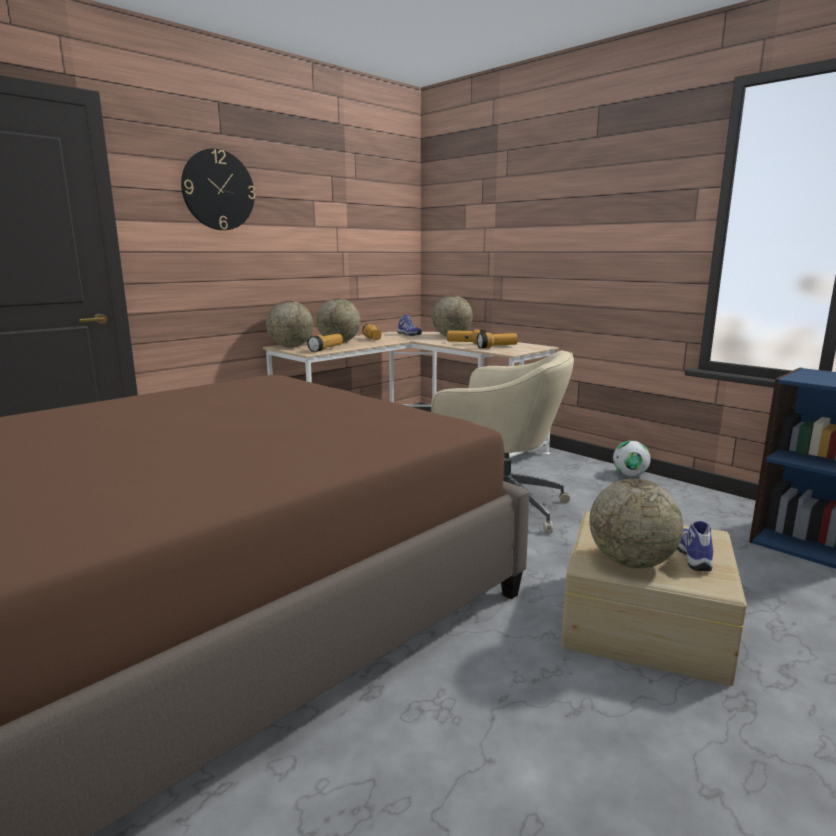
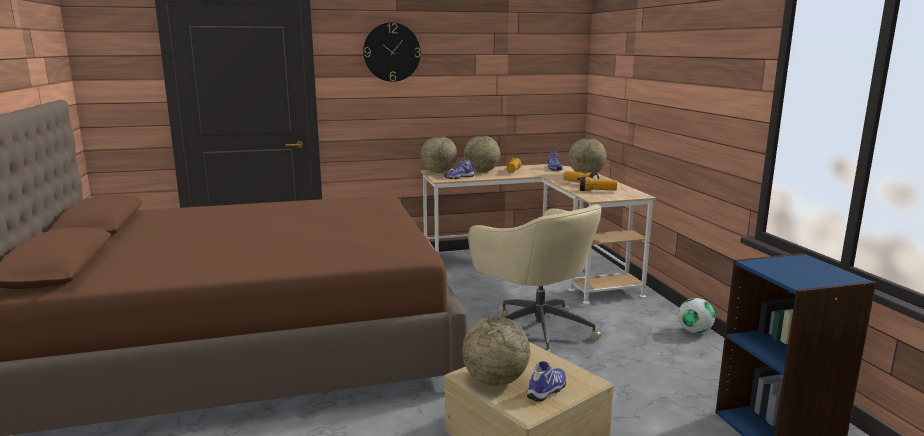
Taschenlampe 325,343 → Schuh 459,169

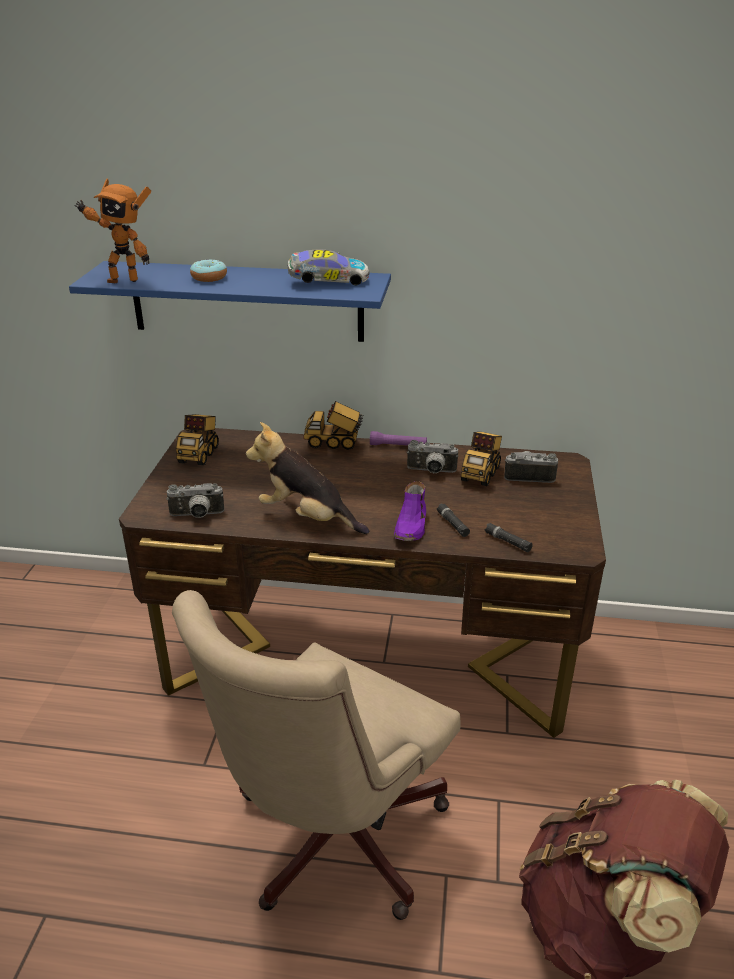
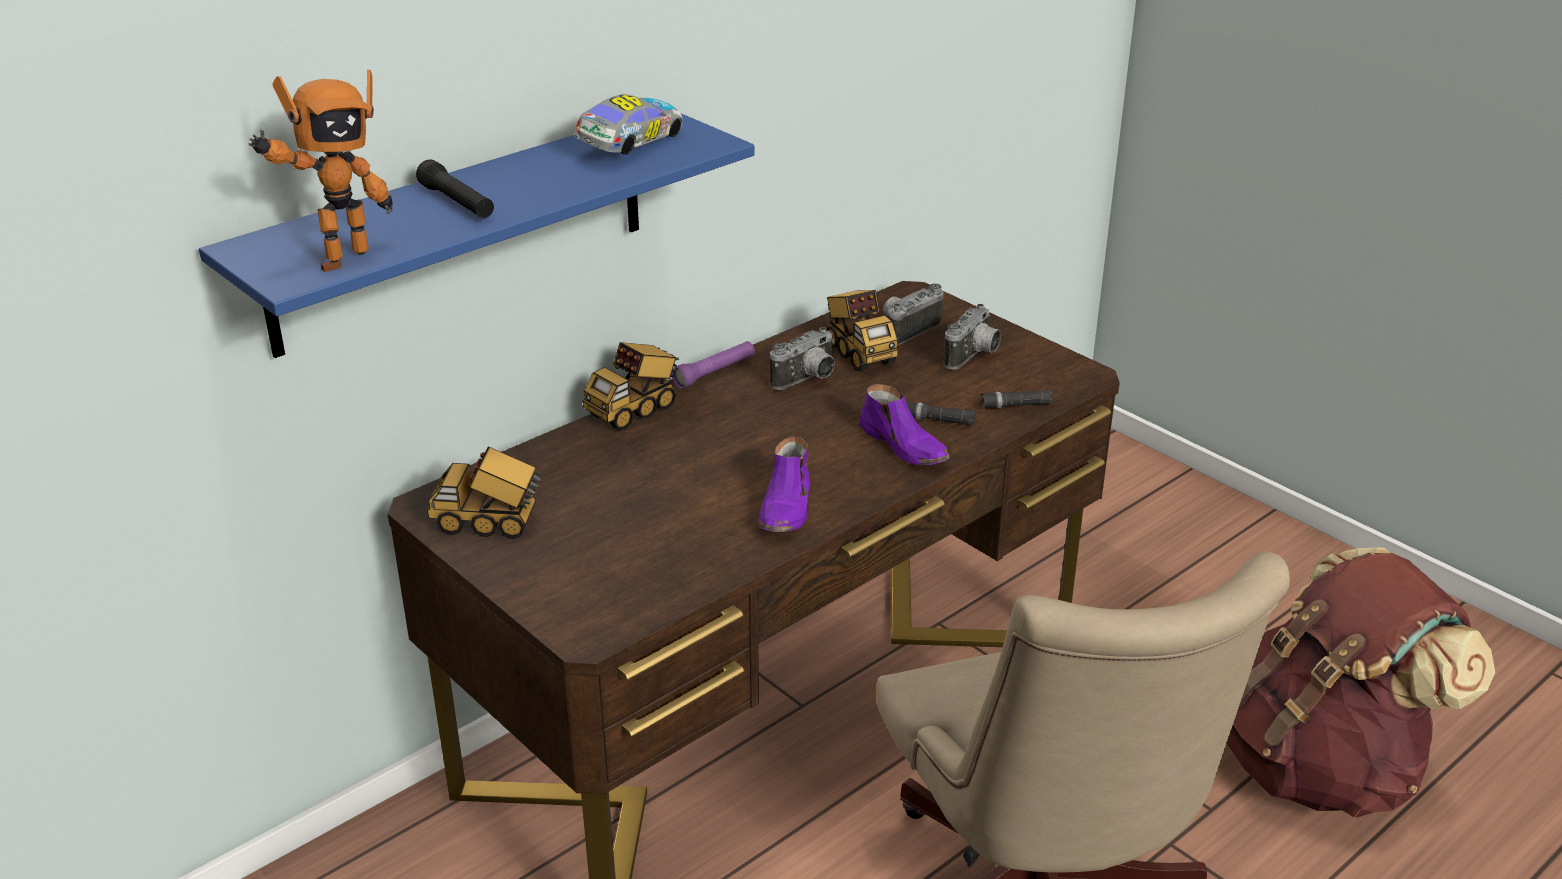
Donut 208,270 → Taschenlampe (schwarz) 455,188
Spielzeuglaster 197,439 → Spielzeuglaster 485,492, 135 degrees clockwise
Plüschtier 307,478 → Schuh (lila) 784,484
Kamera 195,500 → Kamera 972,336, move

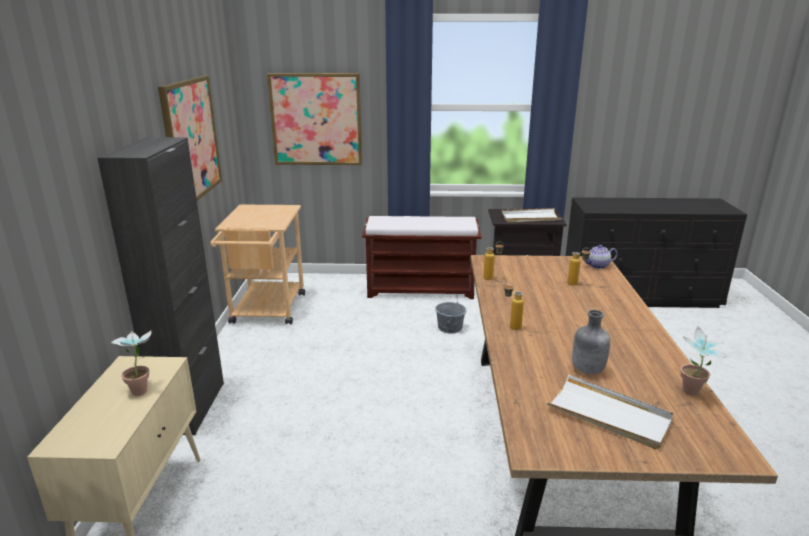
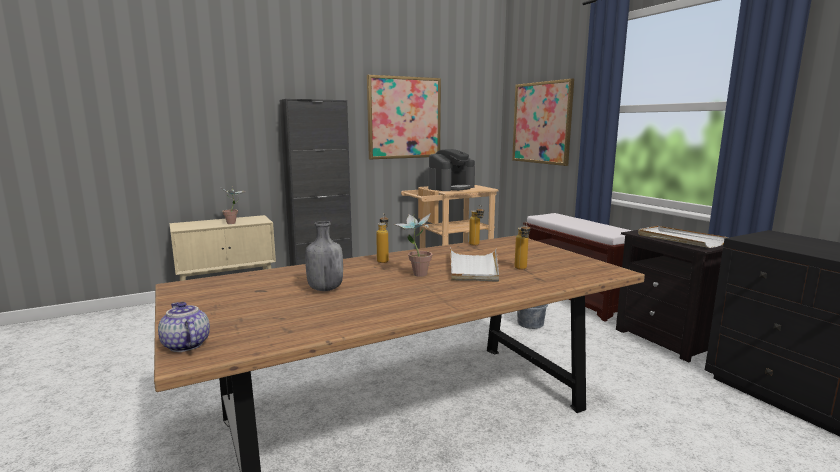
Teekanne 599,257 → Teekanne 184,327, move
Topfpflanze 704,361 → Topfpflanze 413,245, move
- → Kaffeemaschine 451,170
Tablett (weiß) 610,411 → Tablett (weiß) 474,265, move

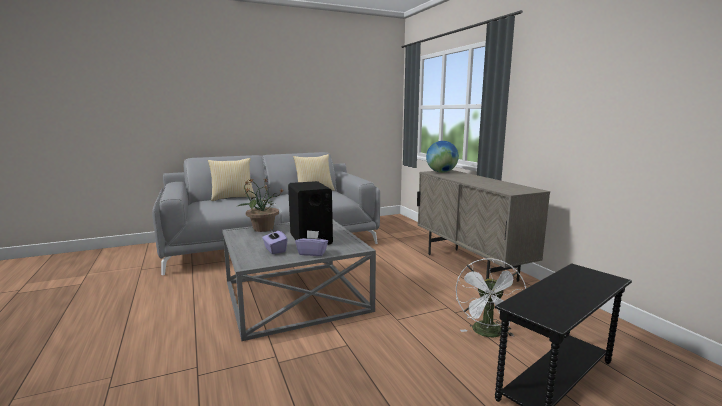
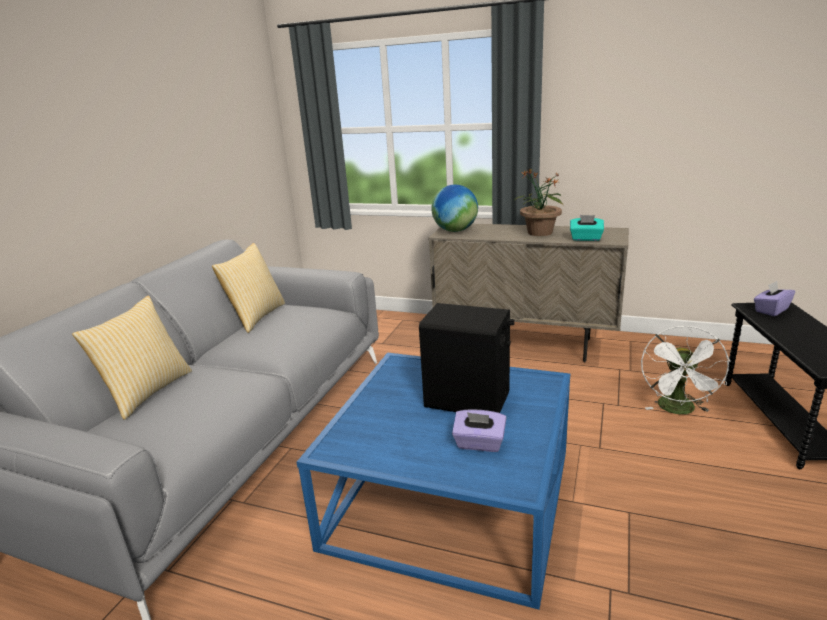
Couchtisch (grau) 299,280 → Couchtisch (blau) 433,481
Topfpflanze 260,205 → Topfpflanze 539,202, move
- → Taschentuchbox (türkis) 587,228
Ventilator (weiß) 491,297 → Ventilator (weiß) 685,370, 45 degrees clockwise
Taschentuchbox (lila) 311,243 → Taschentuchbox (lila) 774,298, move

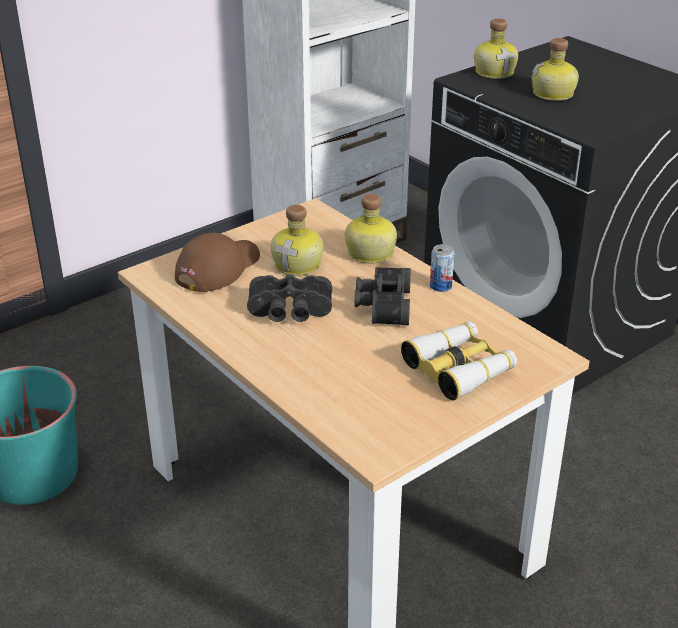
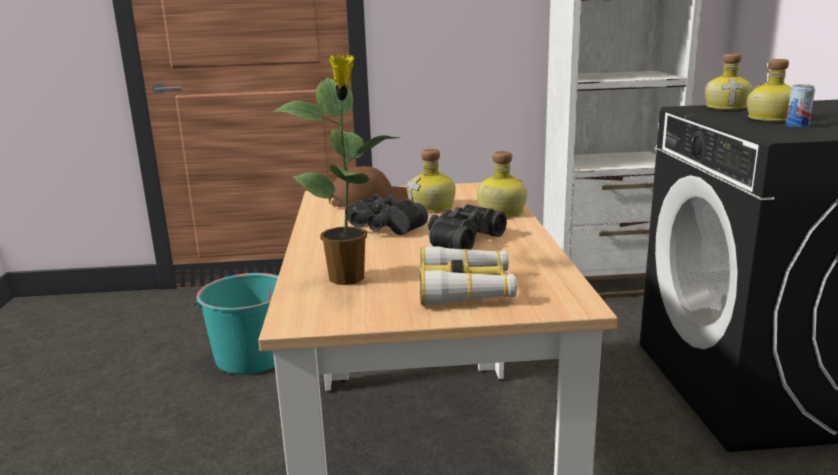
- → Topfpflanze 337,169
Dose 442,268 → Dose 800,106, move

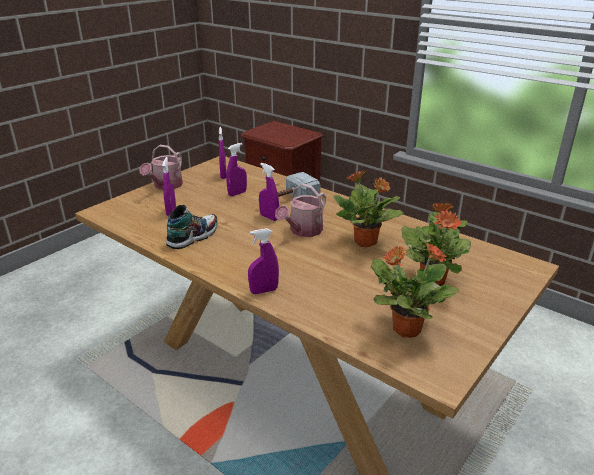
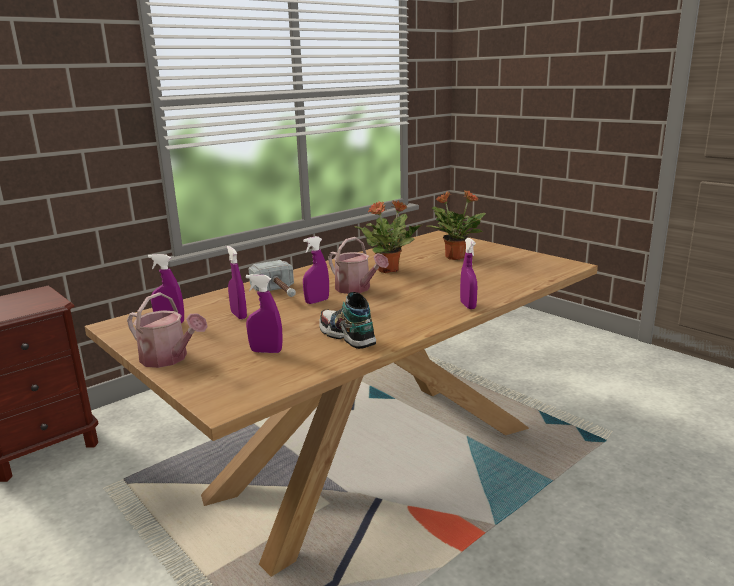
Topfpflanze 415,290 → -

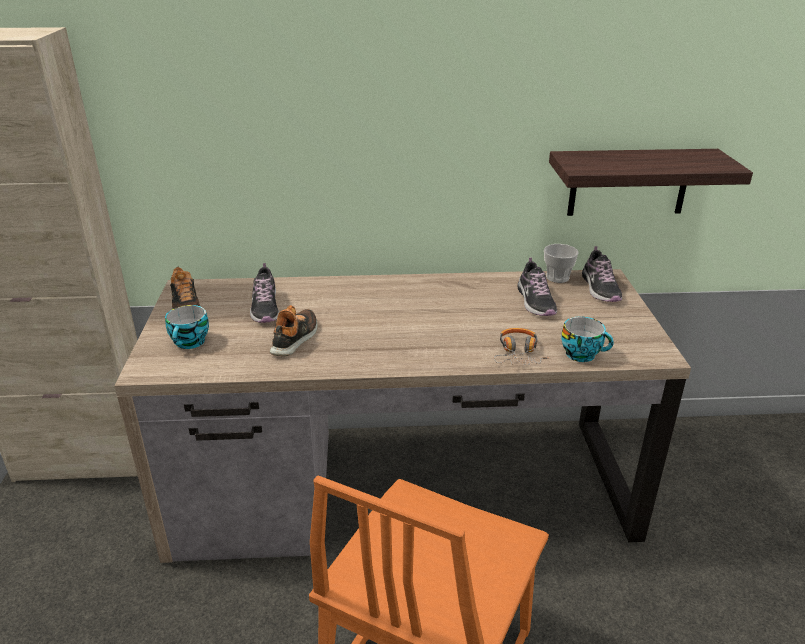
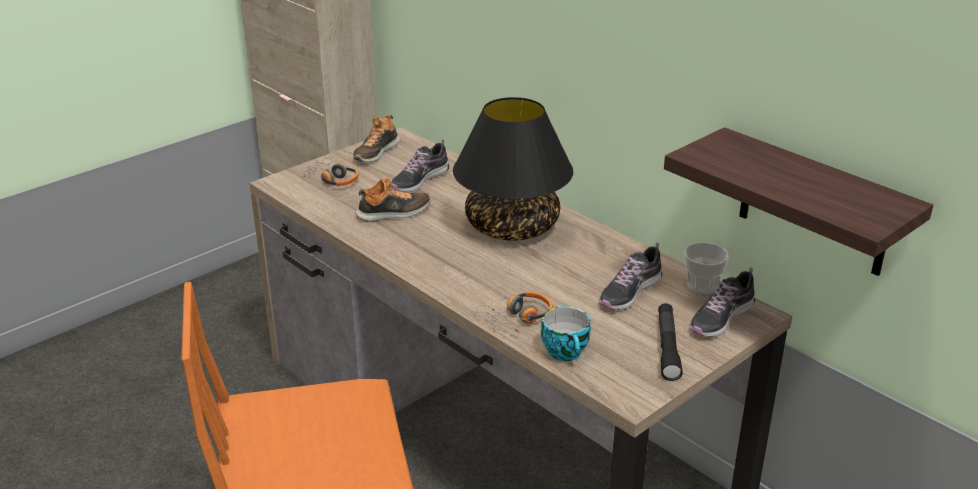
Tasse 187,327 → Kopfhörer 330,172
- → Tischlampe (schwarz) 513,169
- → Taschenlampe (schwarz) 670,342

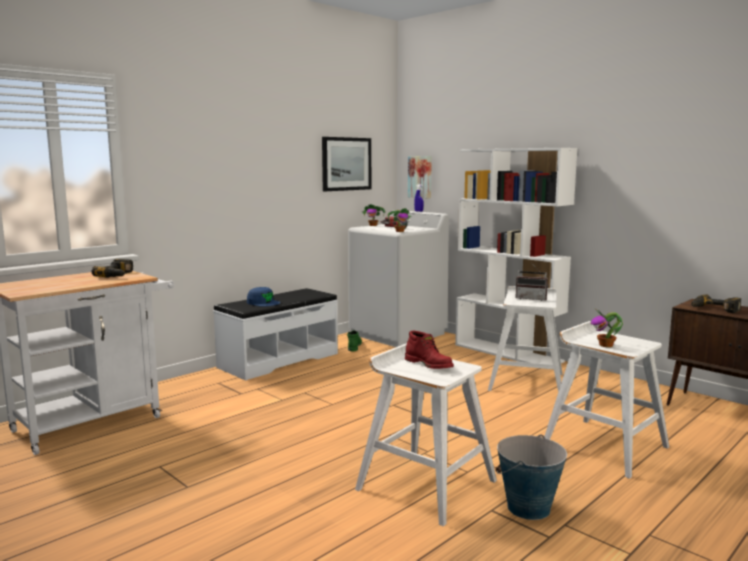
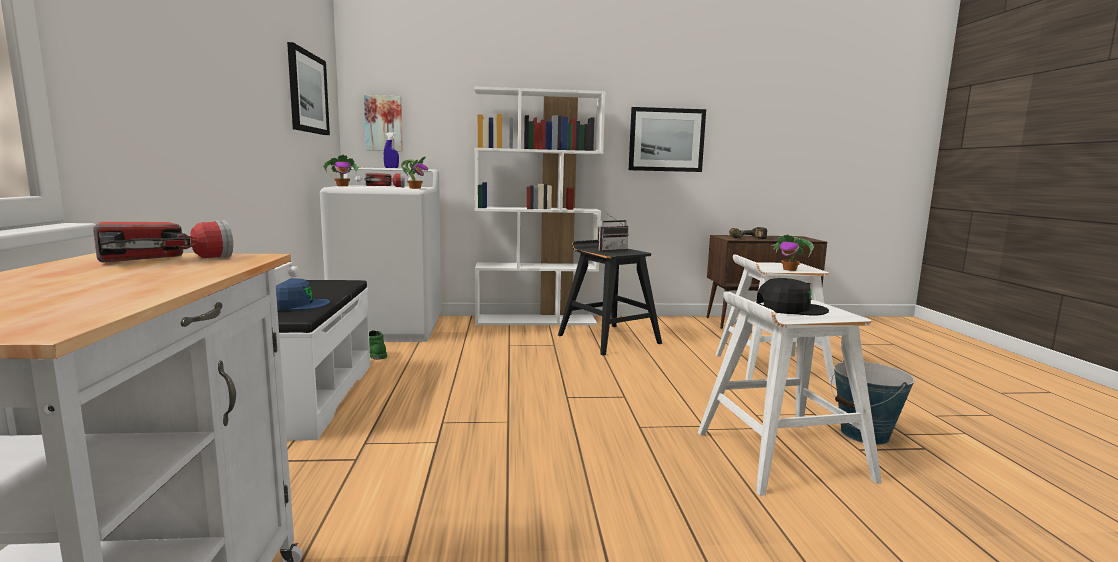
Bohrmaschine 112,268 → Taschenlampe 163,241
Hocker (weiß) 525,339 → Hocker (schwarz) 610,298
- → Bild 667,139
Stiefel (rot) 429,350 → Kappe (schwarz) 792,297

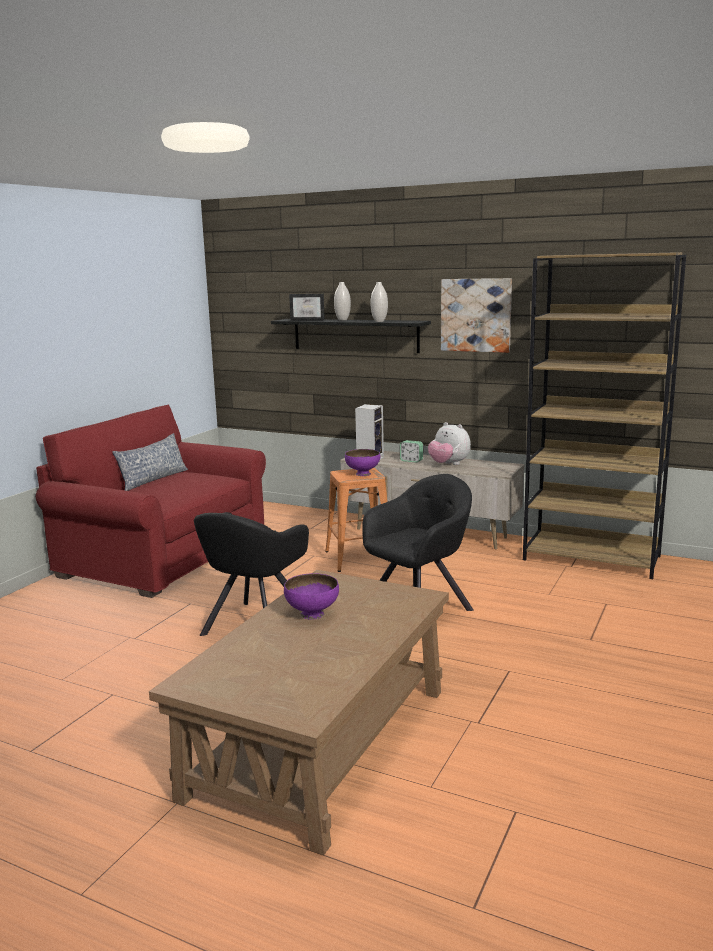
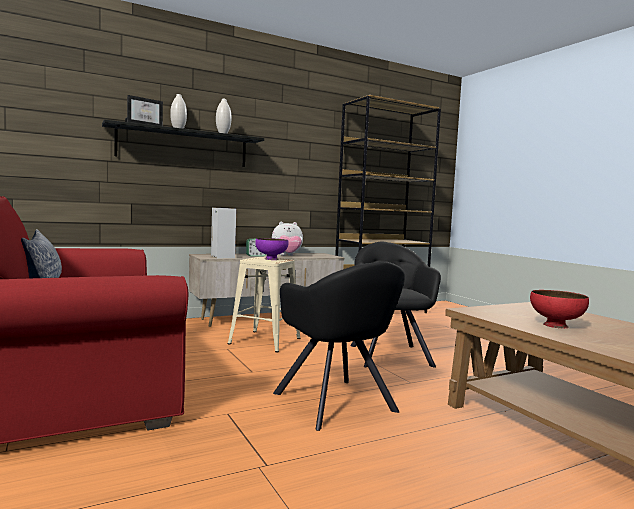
Hocker (orange) 356,520 → Hocker (beige) 264,304
Schüssel (lila) 311,596 → Schüssel (rot) 559,309
Bild 476,315 → -

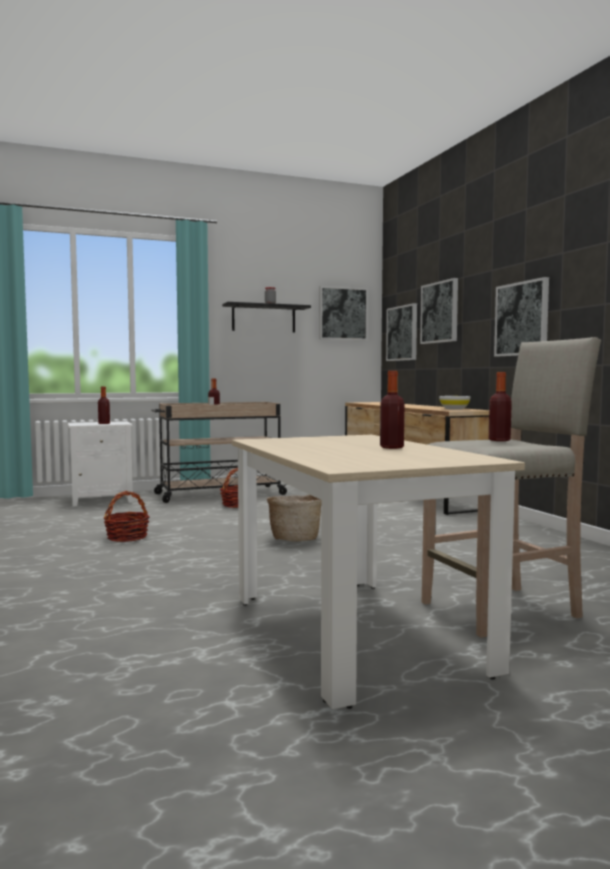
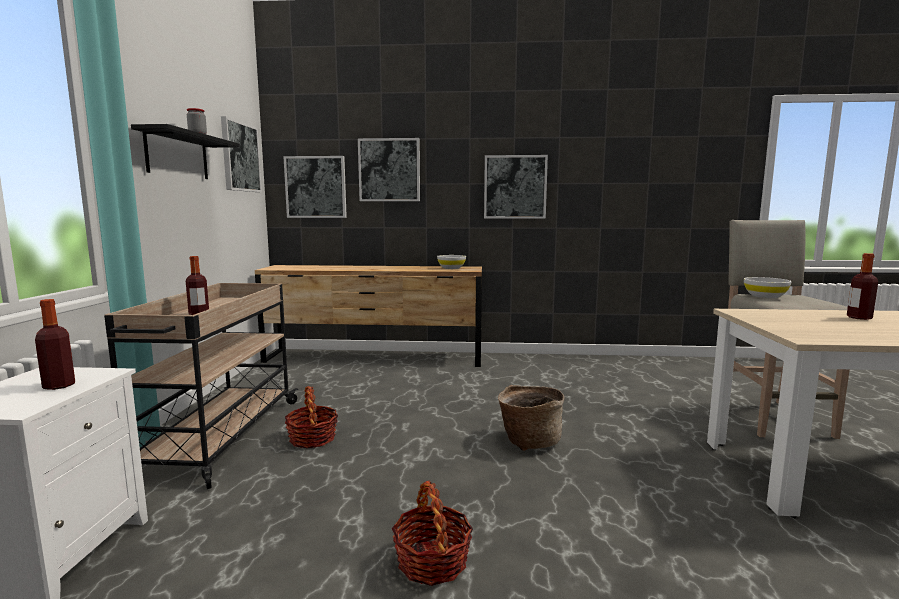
Flasche 500,406 → Schüssel (weiß) 768,287

